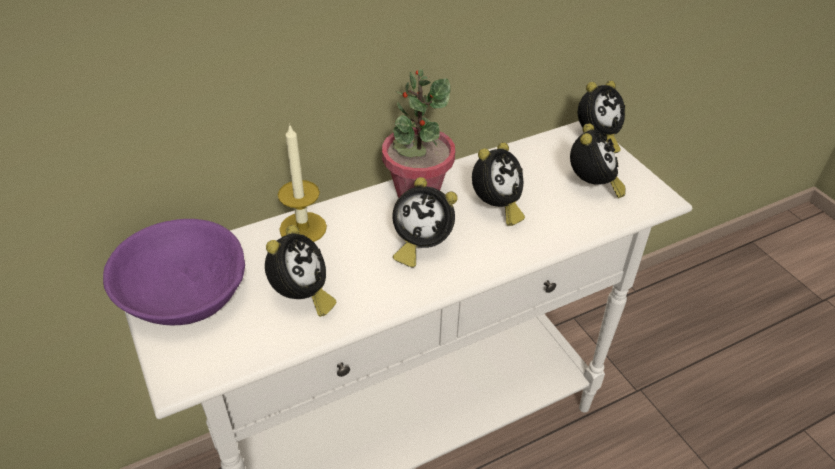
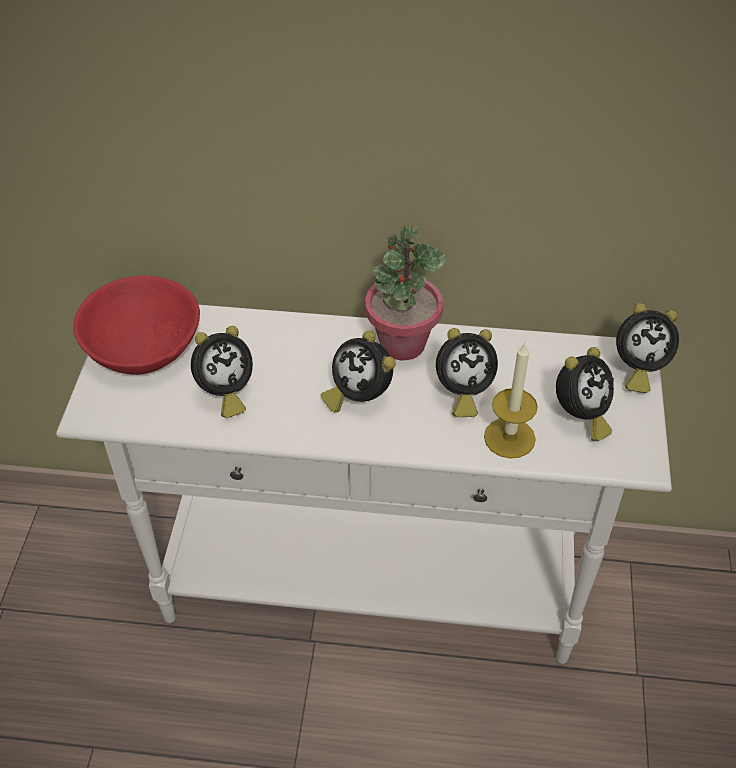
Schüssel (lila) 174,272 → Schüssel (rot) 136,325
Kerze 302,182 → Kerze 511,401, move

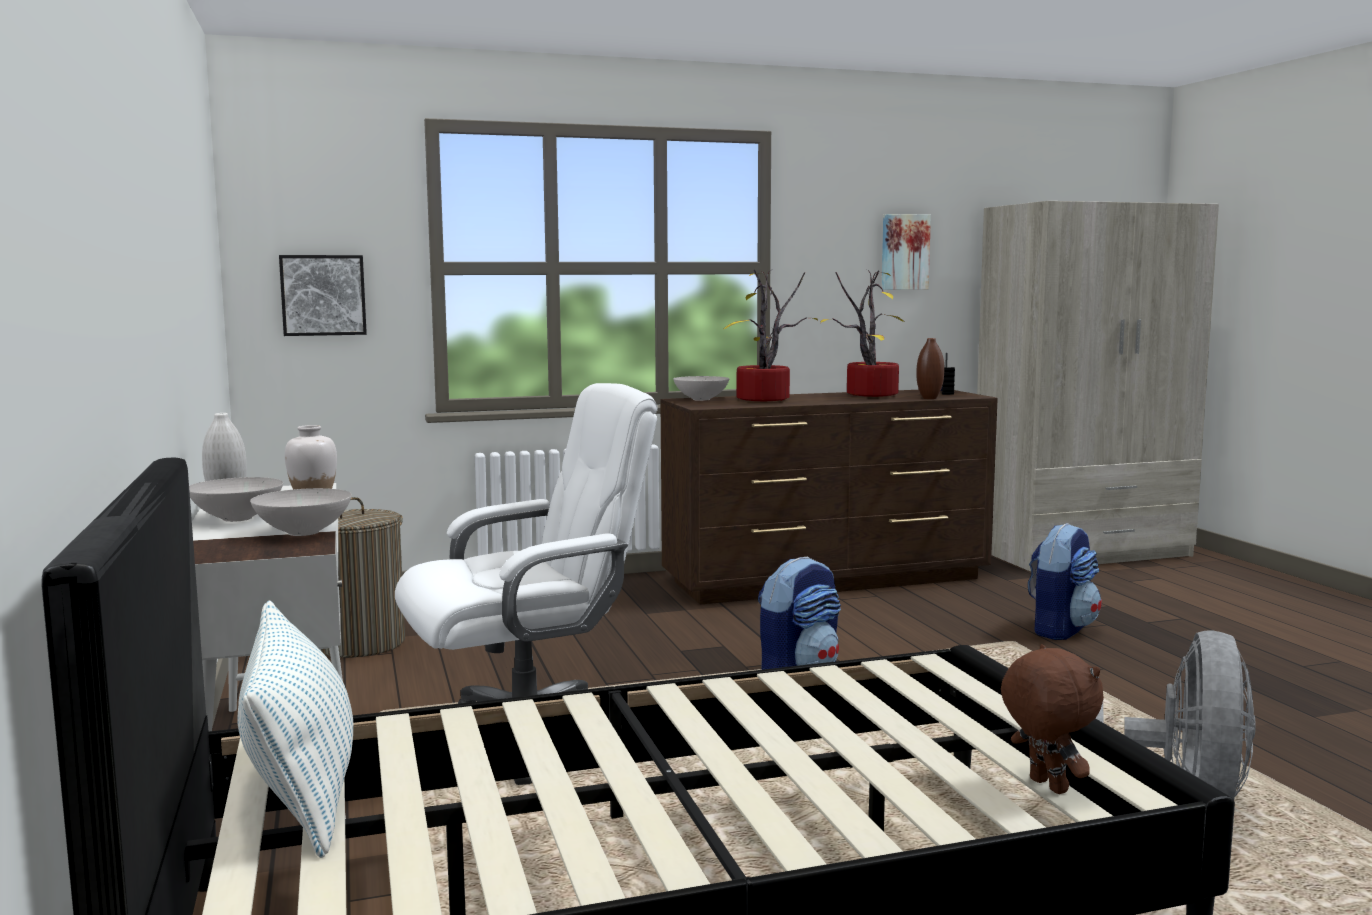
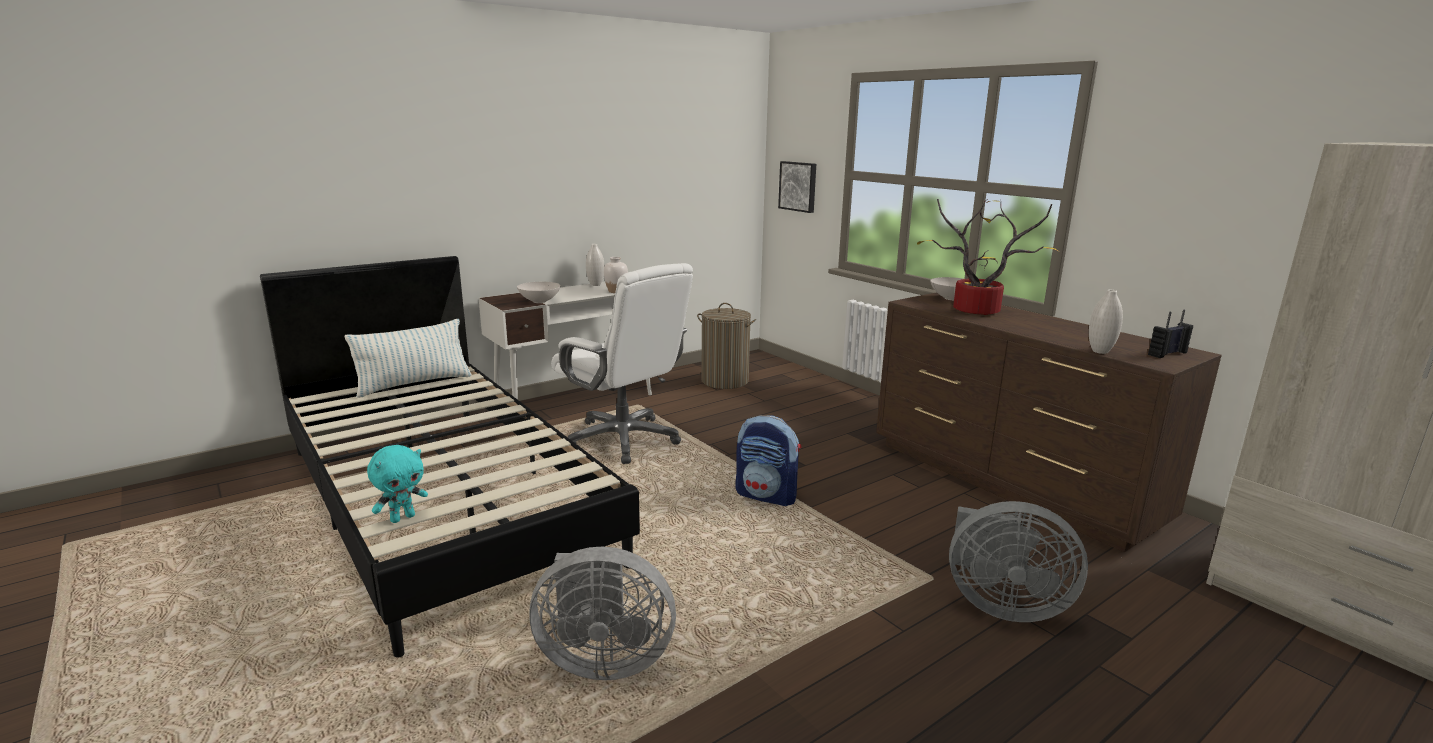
Plüschtier (braun) 1052,719 → Plüschtier (türkis) 397,484
Rucksack 1065,581 → Ventilator (grau) 1018,561
Vase (braun) 930,368 → Vase (weiß) 1106,322
Schüssel (weiß) 236,499 → -
Topfpflanze 862,333 → -
Bild 906,252 → -

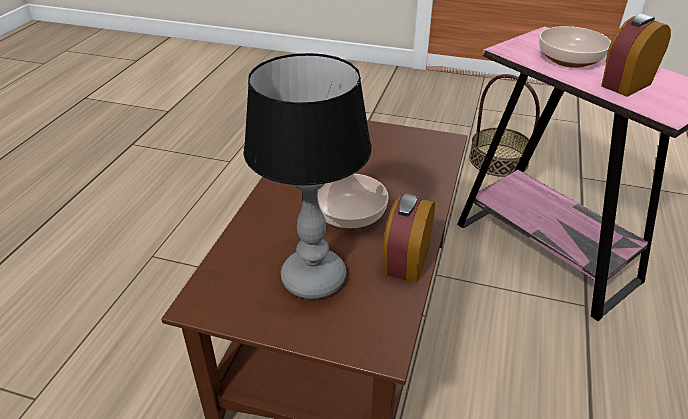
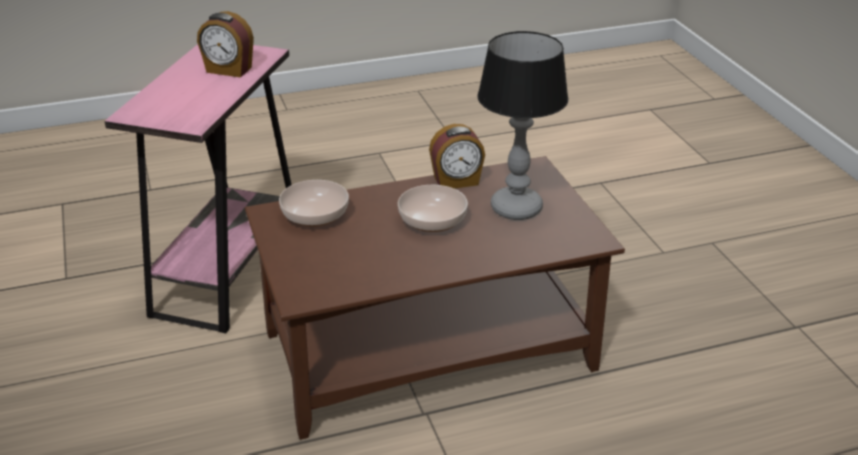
Schüssel 575,47 → Schüssel 314,203, move
Korb 504,125 → -

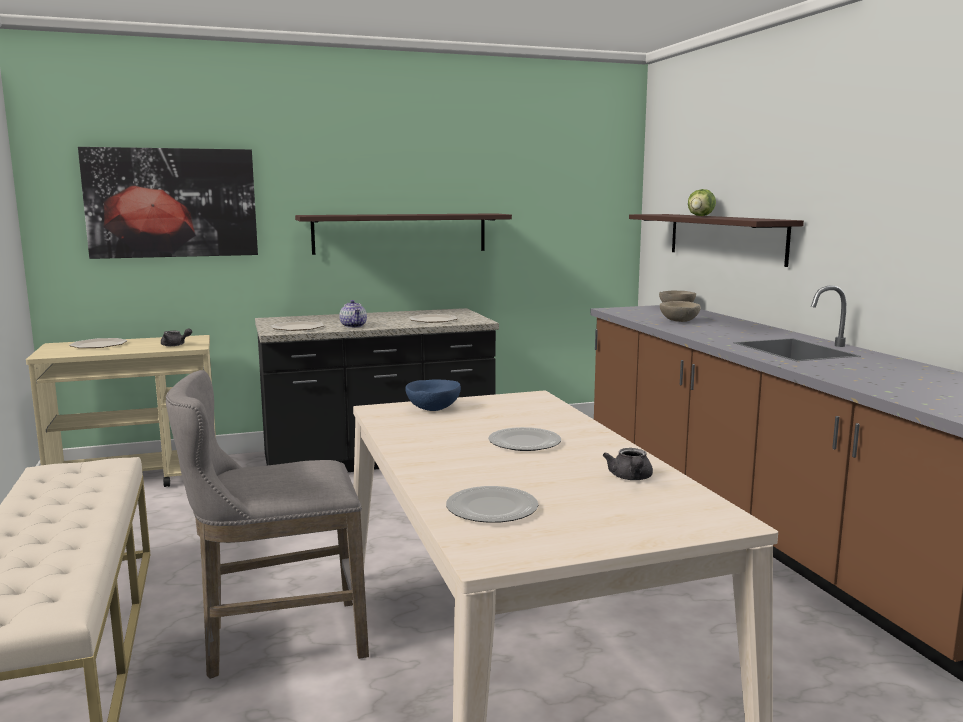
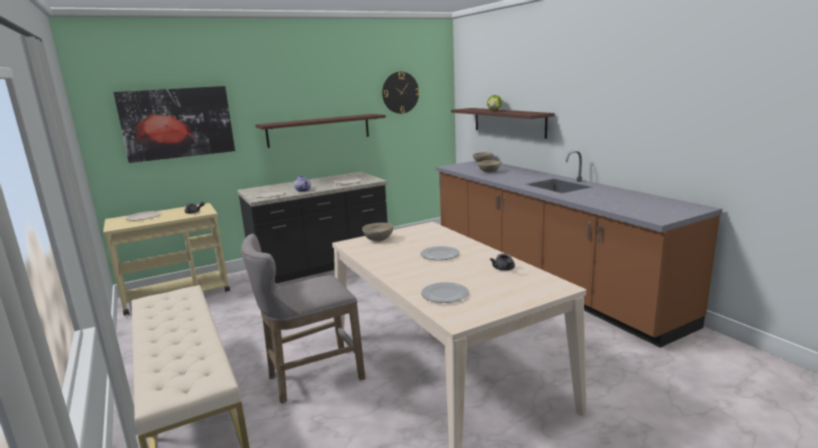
Schüssel (blau) 433,395 → Schüssel (beige) 377,232
- → Wanduhr 400,93

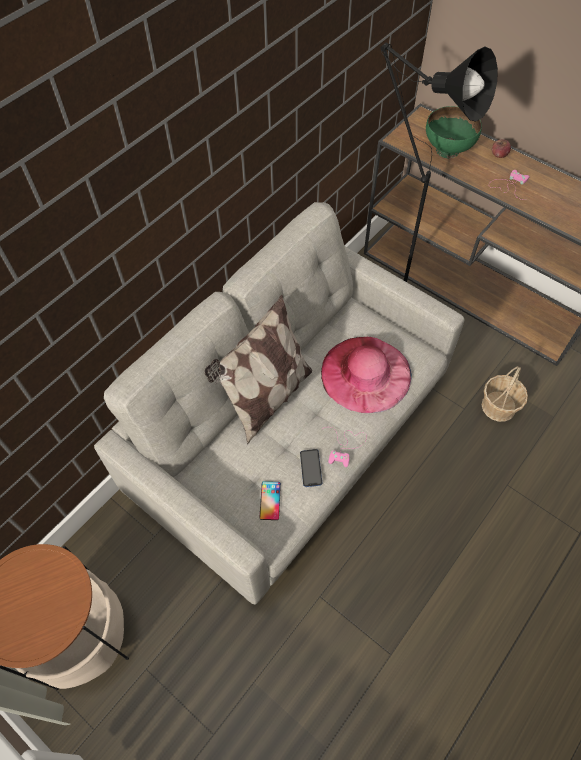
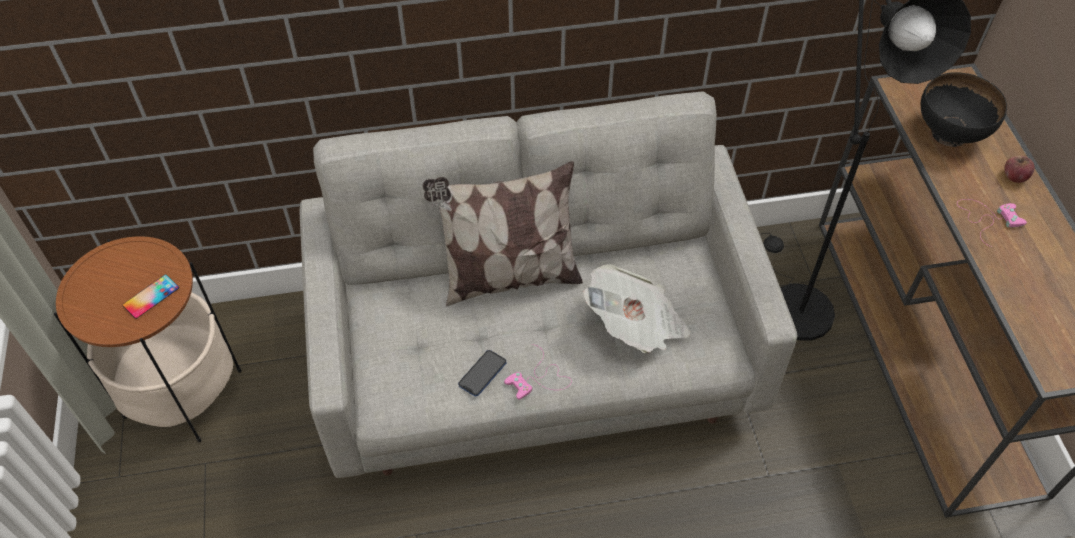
Handy 270,500 → Handy 150,296, move
Hut (rosa) 366,375 → Zeitung 636,308
Schüssel (grün) 454,132 → Schüssel (schwarz) 964,109
Korb 504,394 → -

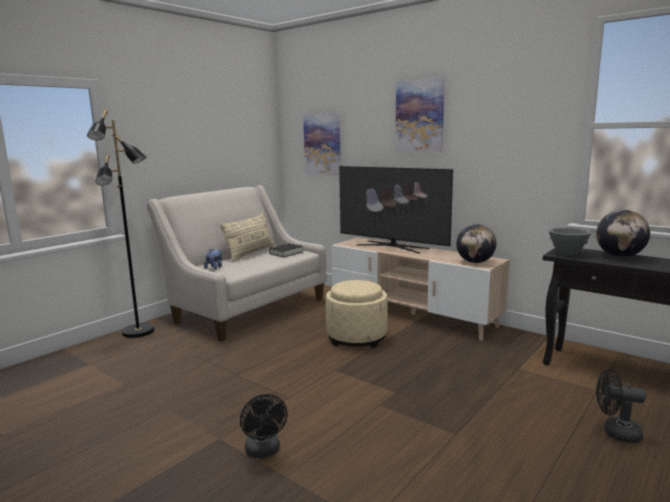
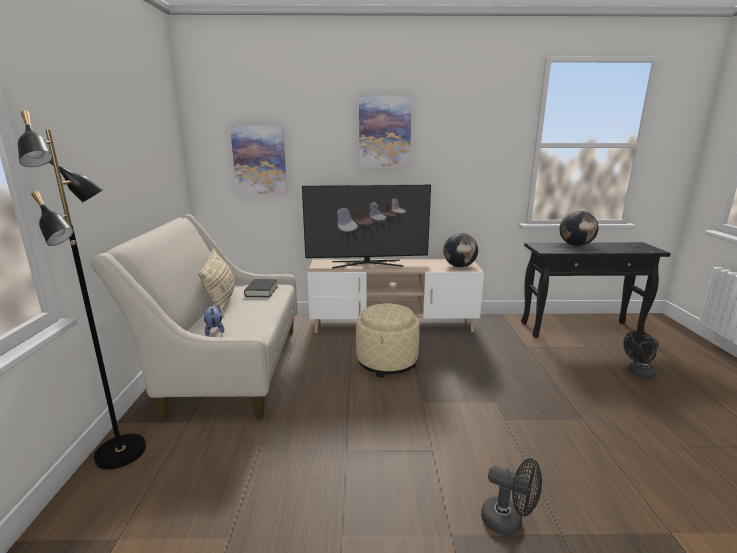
Schüssel (grau) 570,242 → -

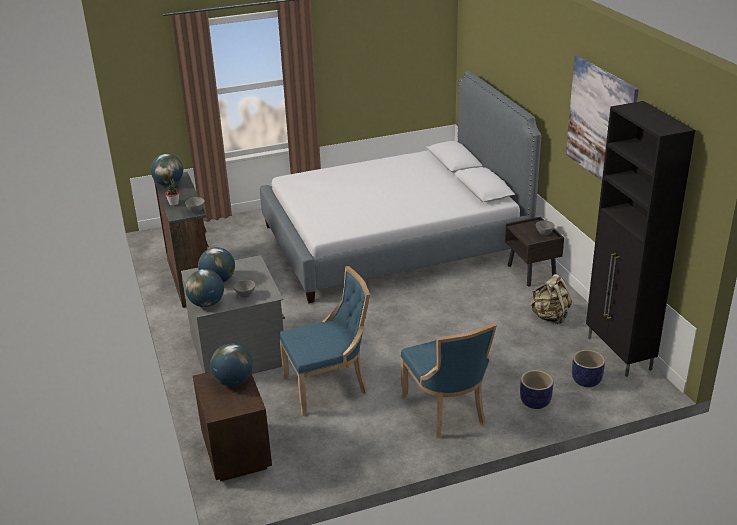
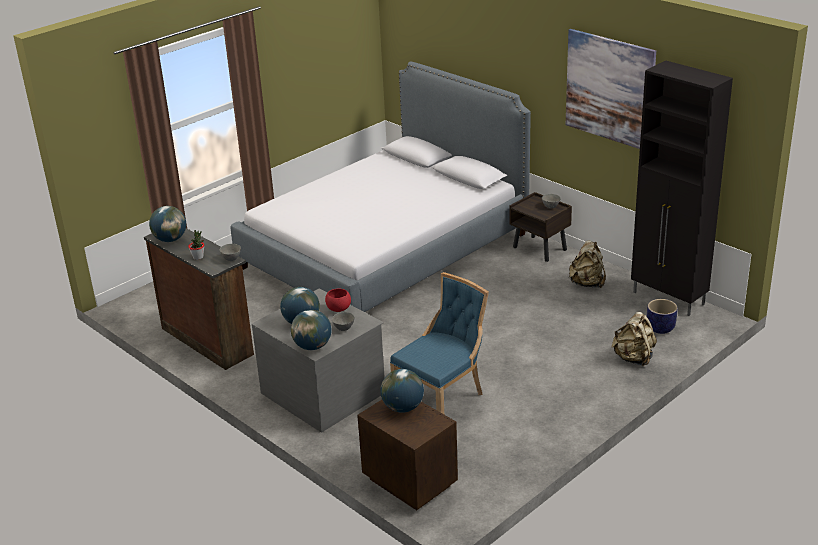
- → Schüssel (rot) 338,300
Pflanzkübel 536,389 → Rucksack (beige) 634,339
Stuhl (blau) 448,381 → -

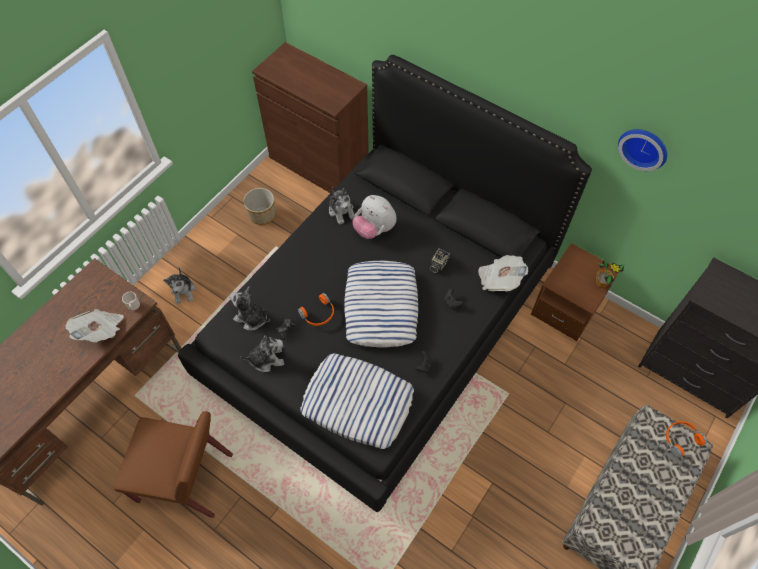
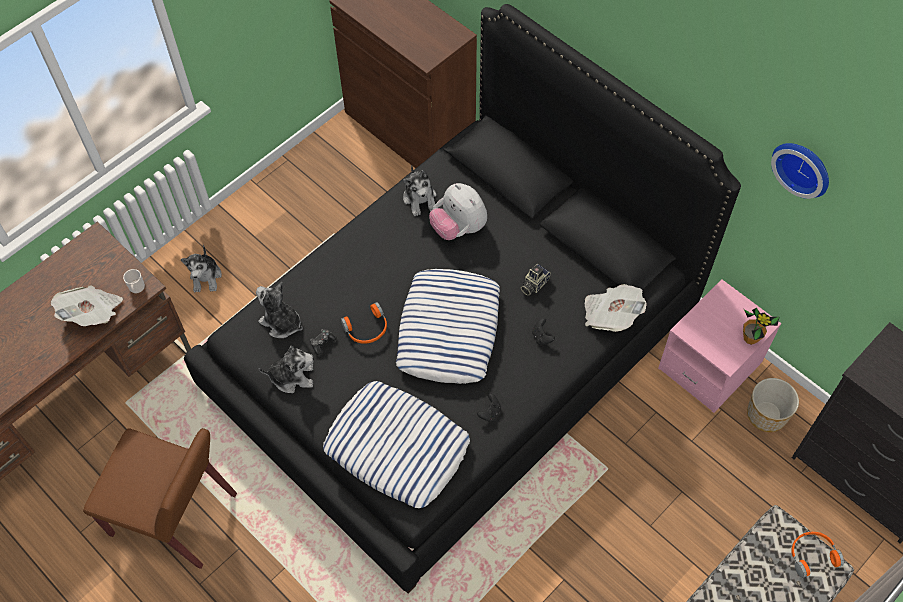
Nachttisch (braun) 575,292 → Nachttisch (rosa) 719,346
Pflanzkübel 259,206 → Pflanzkübel 773,405, move

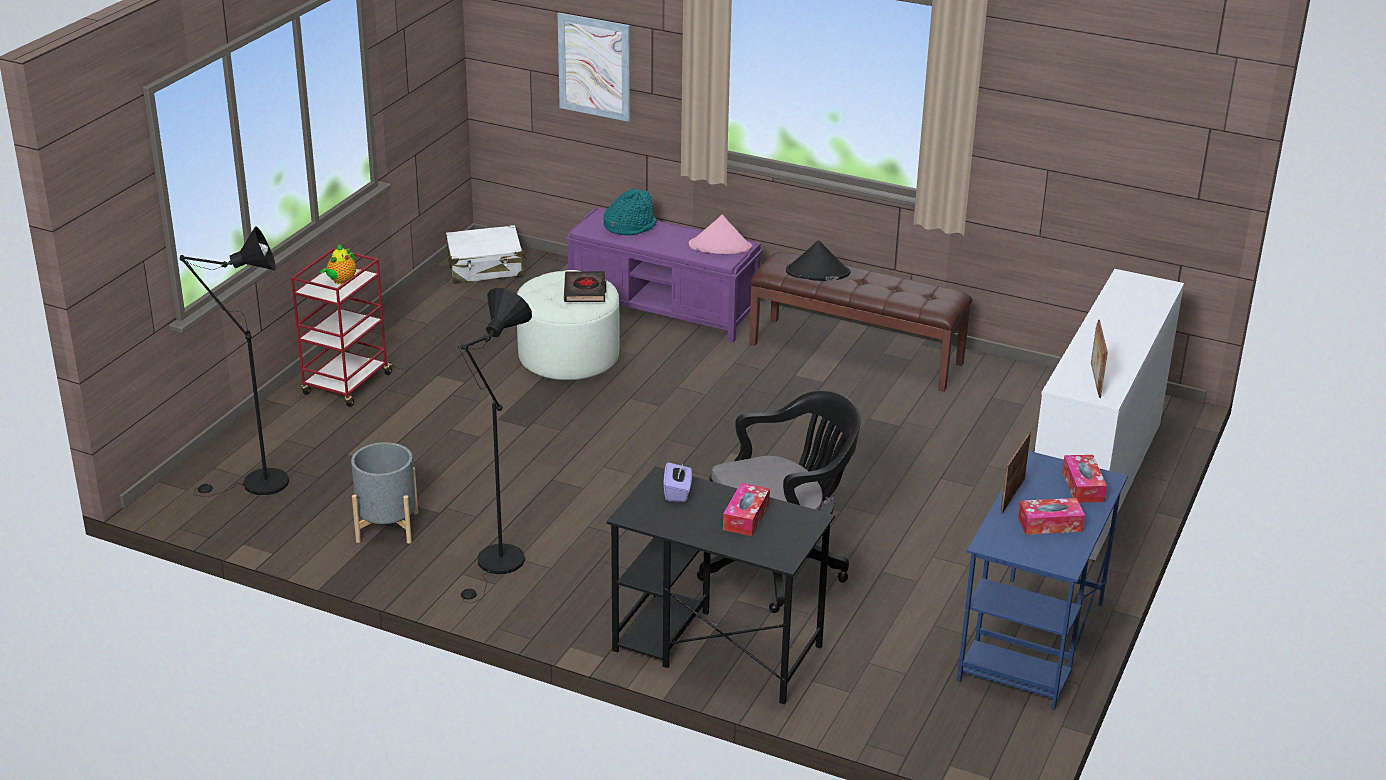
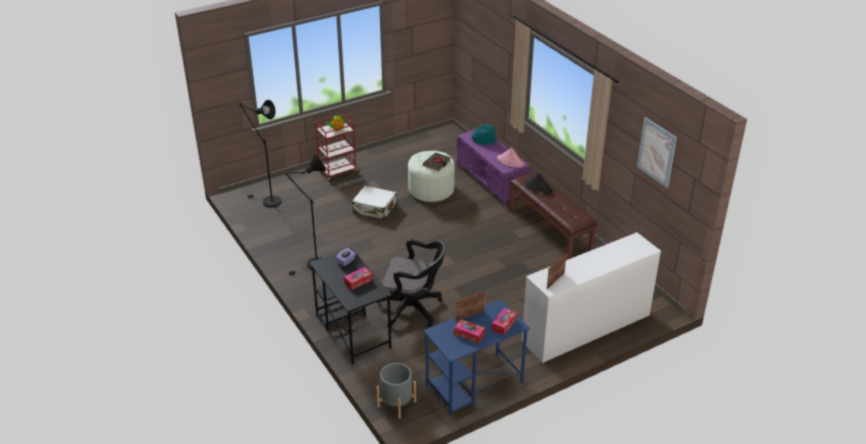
Koffer (weiß) 486,254 → Koffer (weiß) 374,203, move
Pflanzkübel (grau) 384,493 → Pflanzkübel (grau) 396,391, move
Bild 594,67 → Bild 657,152, move

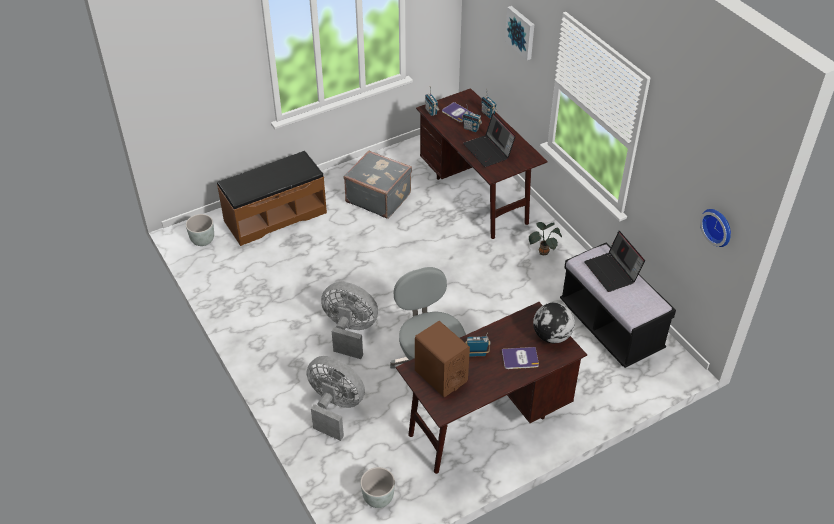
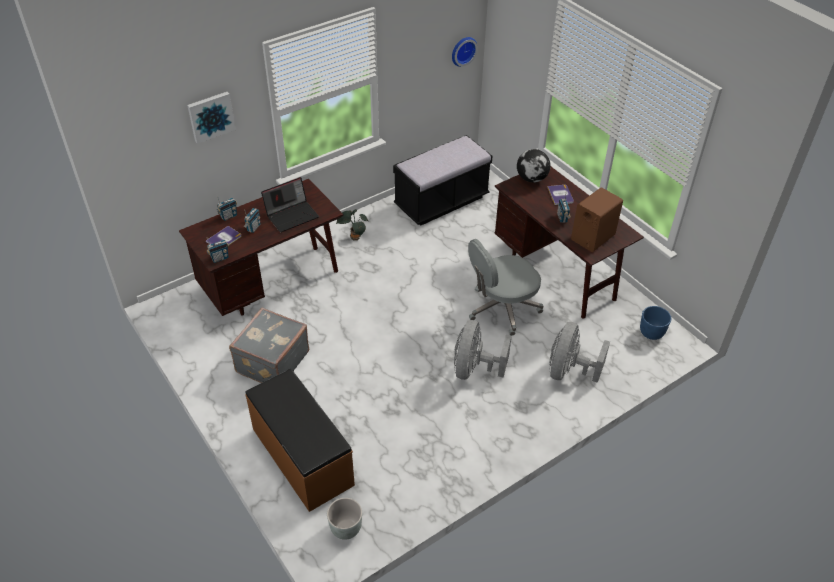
Pflanzkübel (grau) 377,487 → Pflanzkübel (blau) 655,323
Laptop 614,261 → -

